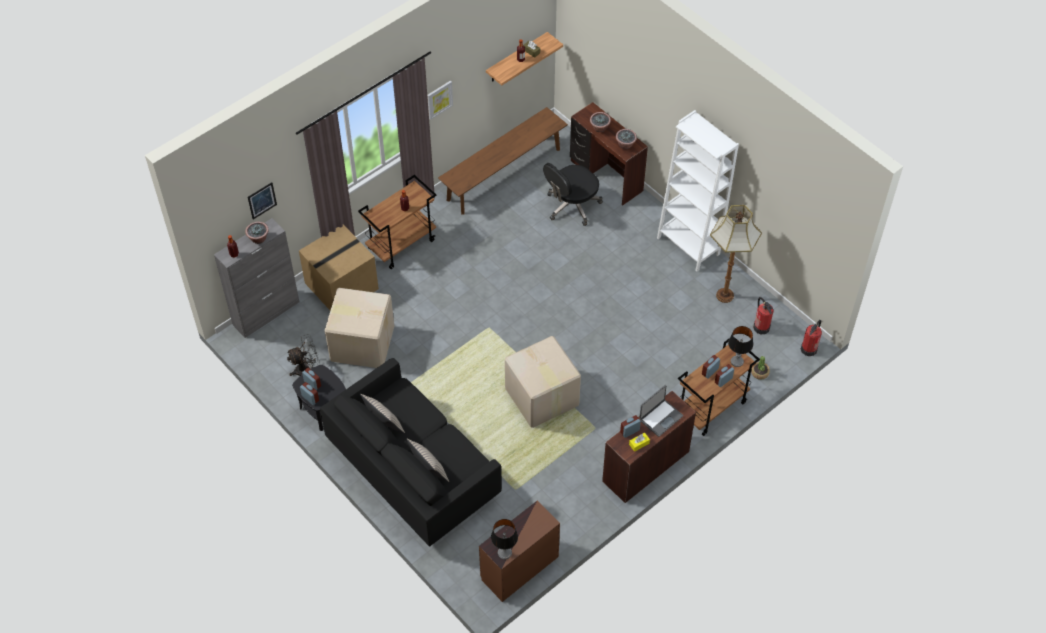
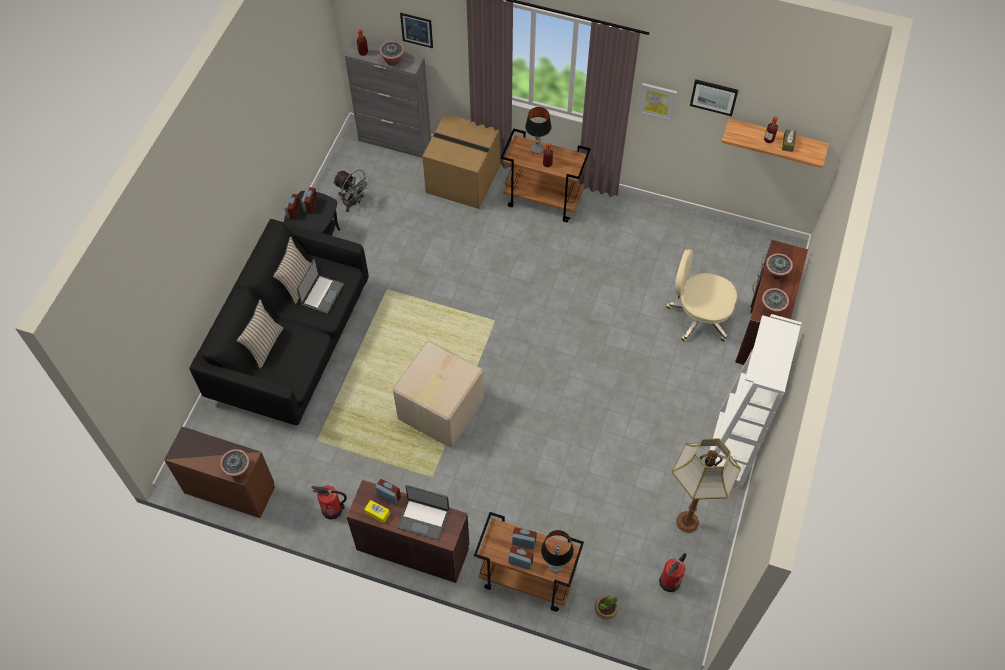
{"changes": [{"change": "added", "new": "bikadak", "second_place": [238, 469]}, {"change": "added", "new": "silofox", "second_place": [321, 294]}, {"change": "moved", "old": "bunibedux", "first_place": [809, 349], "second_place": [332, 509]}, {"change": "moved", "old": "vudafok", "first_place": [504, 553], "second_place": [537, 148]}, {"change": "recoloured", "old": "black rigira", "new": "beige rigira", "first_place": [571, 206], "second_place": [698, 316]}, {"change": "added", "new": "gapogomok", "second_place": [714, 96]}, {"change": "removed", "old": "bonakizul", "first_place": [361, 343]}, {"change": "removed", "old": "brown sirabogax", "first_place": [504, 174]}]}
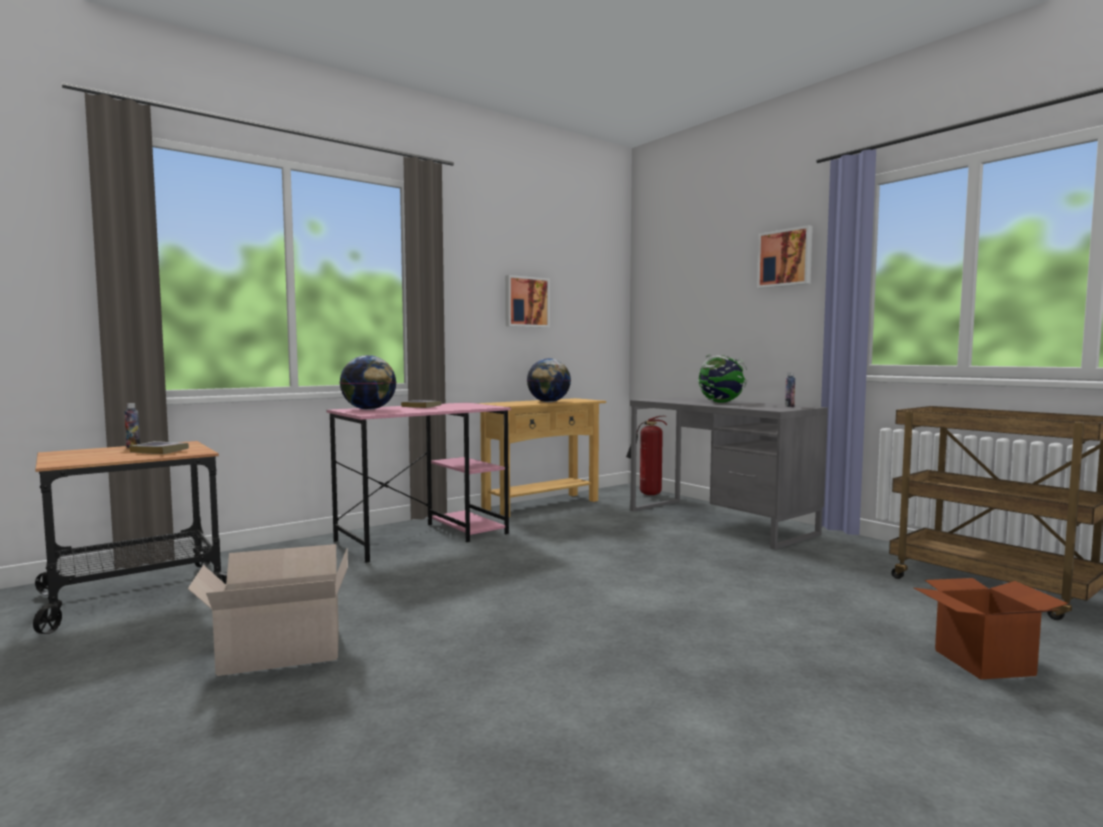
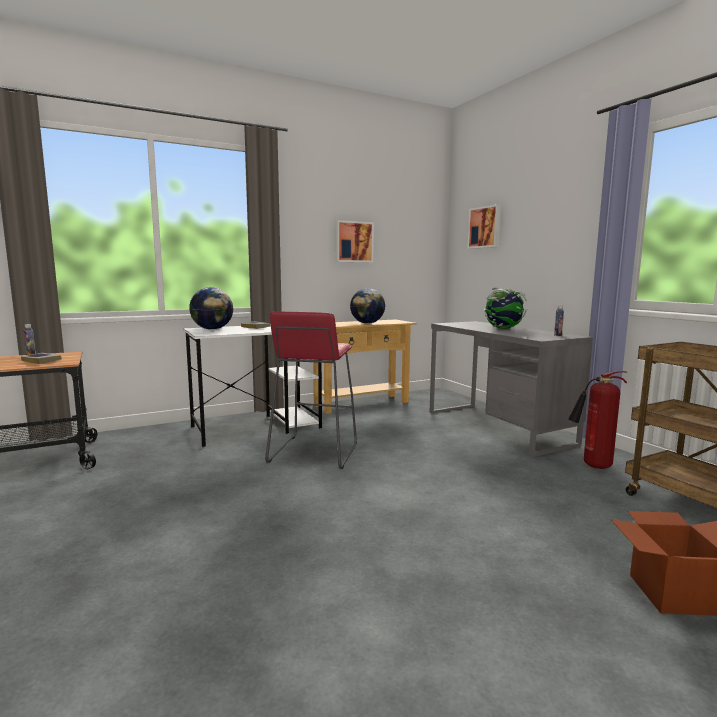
{"changes": [{"change": "recoloured", "old": "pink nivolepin", "new": "white nivolepin", "first_place": [424, 537], "second_place": [257, 427]}, {"change": "added", "new": "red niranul", "second_place": [313, 452]}, {"change": "moved", "old": "gapogomok", "first_place": [785, 258], "second_place": [485, 227]}, {"change": "moved", "old": "bunibedux", "first_place": [647, 494], "second_place": [593, 466]}, {"change": "removed", "old": "bonakizul", "first_place": [277, 651]}]}
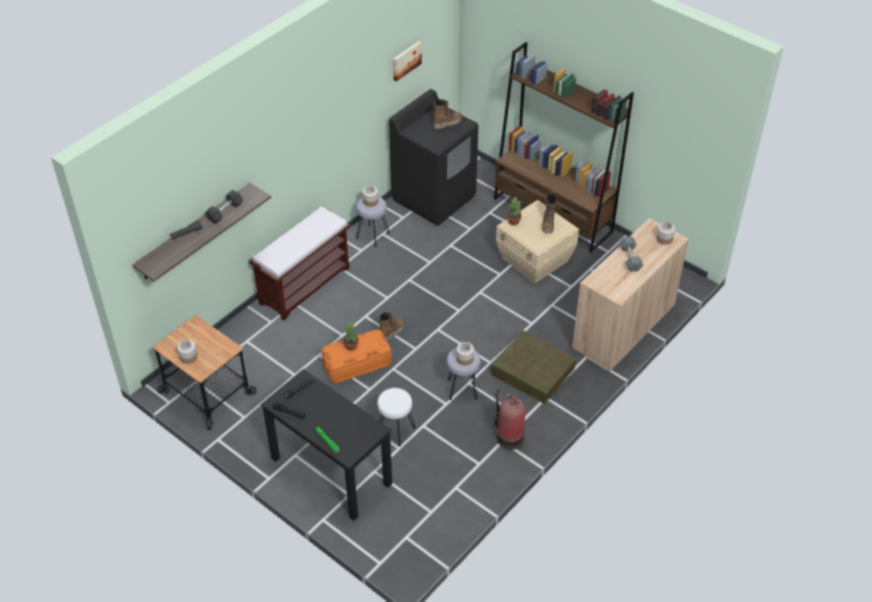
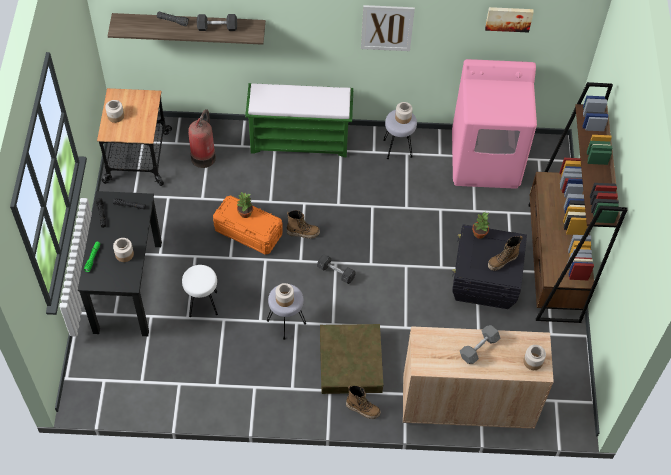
{"changes": [{"change": "added", "new": "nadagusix", "second_place": [124, 254]}, {"change": "moved", "old": "bunibedux", "first_place": [508, 437], "second_place": [204, 156]}, {"change": "recoloured", "old": "brown sirabogax", "new": "green sirabogax", "first_place": [305, 285], "second_place": [300, 141]}, {"change": "added", "new": "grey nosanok", "second_place": [336, 272]}, {"change": "moved", "old": "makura", "first_place": [447, 123], "second_place": [363, 409]}, {"change": "added", "new": "gapogomok", "second_place": [387, 27]}, {"change": "recoloured", "old": "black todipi", "new": "pink todipi", "first_place": [434, 197], "second_place": [485, 161]}, {"change": "recoloured", "old": "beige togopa", "new": "black togopa", "first_place": [535, 260], "second_place": [484, 283]}]}
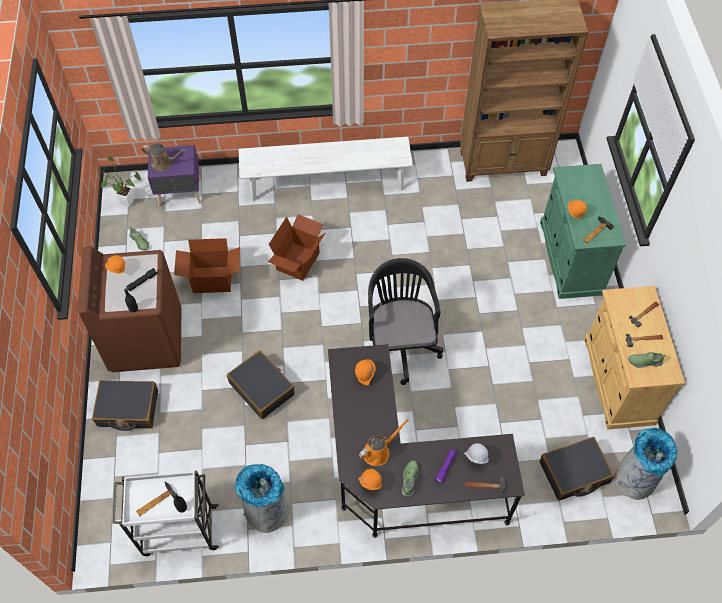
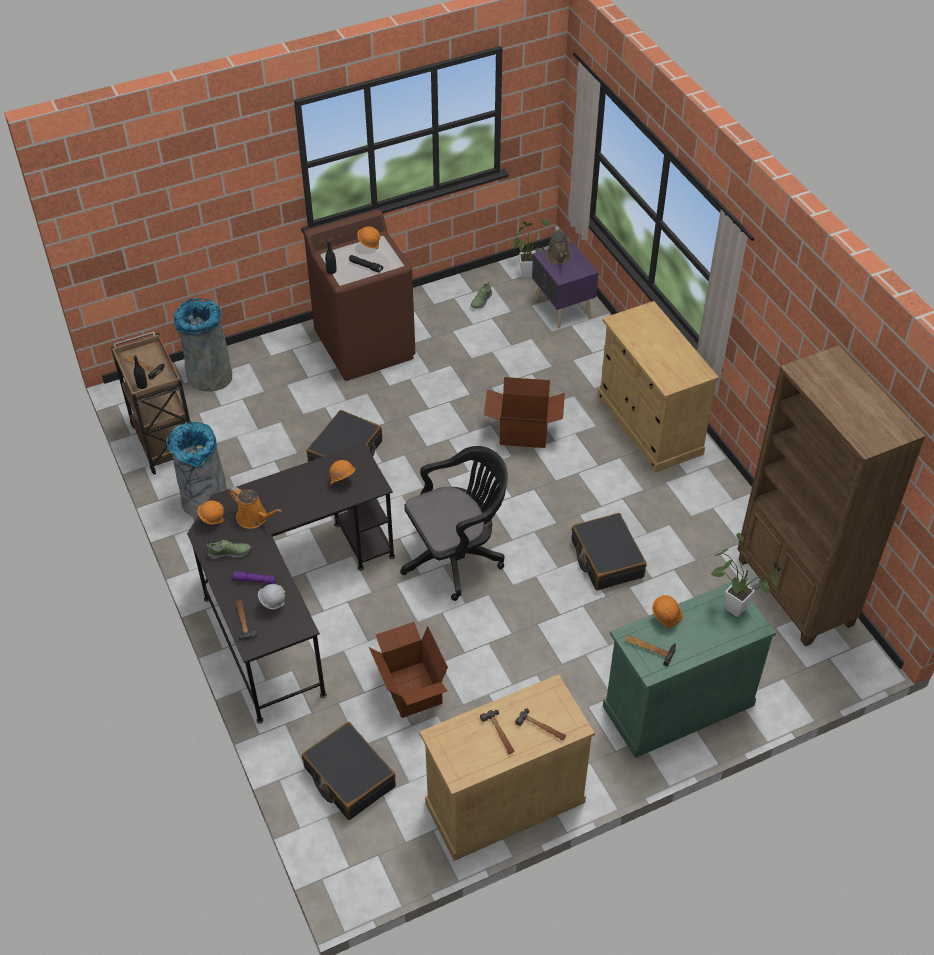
{"changes": [{"change": "recoloured", "old": "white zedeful", "new": "brown zedeful", "first_place": [178, 531], "second_place": [164, 441]}, {"change": "moved", "old": "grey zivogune", "first_place": [634, 479], "second_place": [209, 376]}, {"change": "moved", "old": "bonakizul", "first_place": [212, 280], "second_place": [411, 690]}, {"change": "moved", "old": "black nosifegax", "first_place": [128, 409], "second_place": [606, 559]}, {"change": "replaced", "old": "white sirabogax", "new": "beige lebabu", "first_place": [326, 184], "second_place": [649, 425]}, {"change": "added", "new": "bikadak", "second_place": [731, 606]}, {"change": "removed", "old": "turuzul", "first_place": [644, 361]}]}
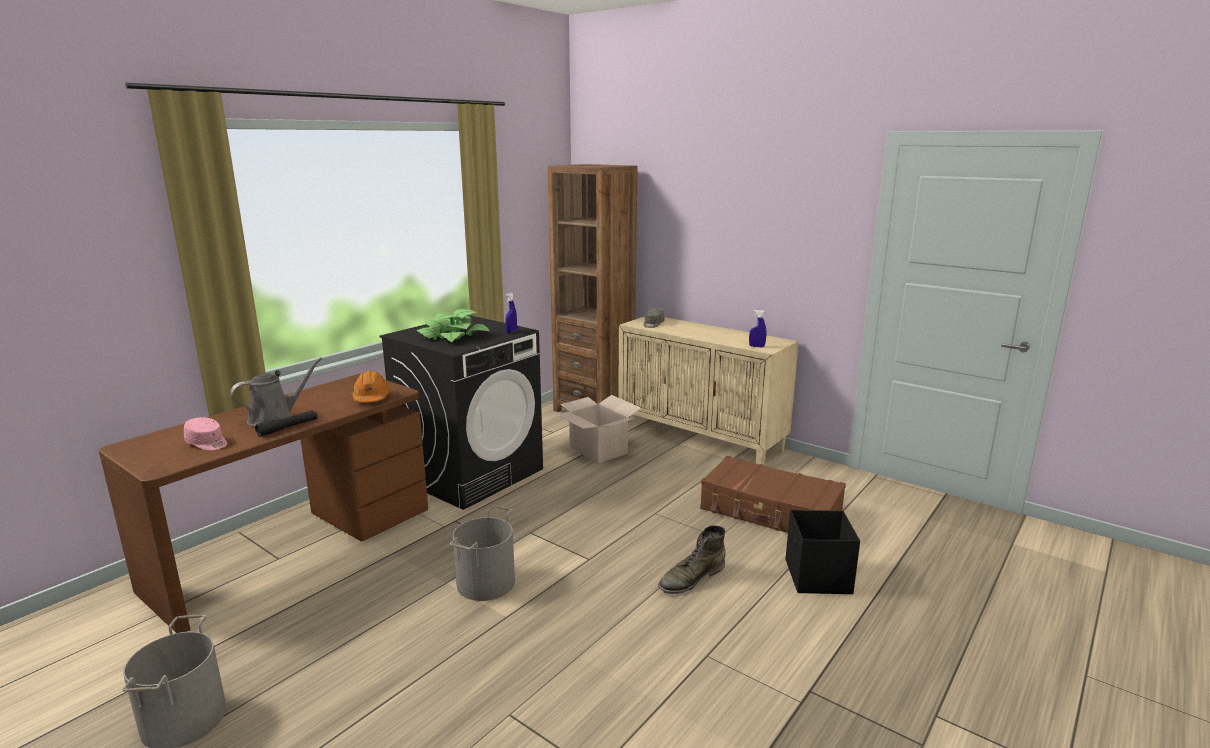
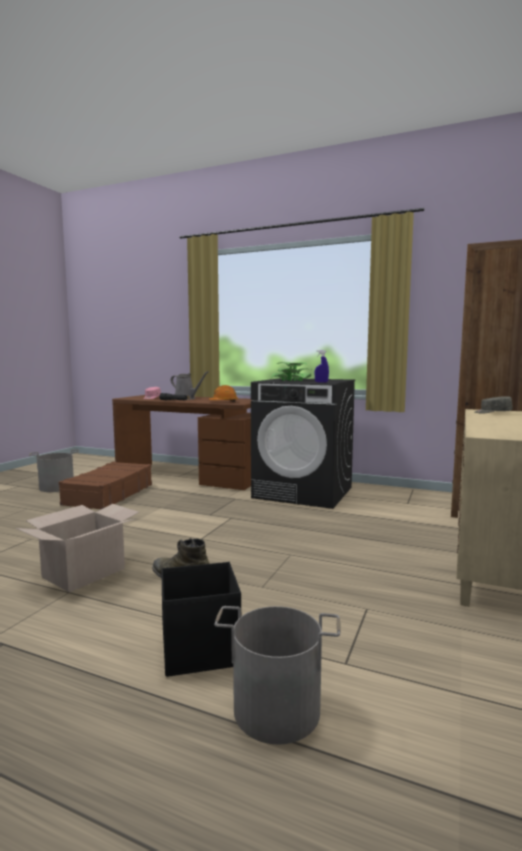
{"changes": [{"change": "moved", "old": "bonakizul", "first_place": [598, 450], "second_place": [84, 573]}, {"change": "moved", "old": "brown nosifegax", "first_place": [770, 512], "second_place": [108, 495]}, {"change": "moved", "old": "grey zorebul", "first_place": [486, 583], "second_place": [276, 710]}, {"change": "removed", "old": "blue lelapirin", "first_place": [756, 346]}]}
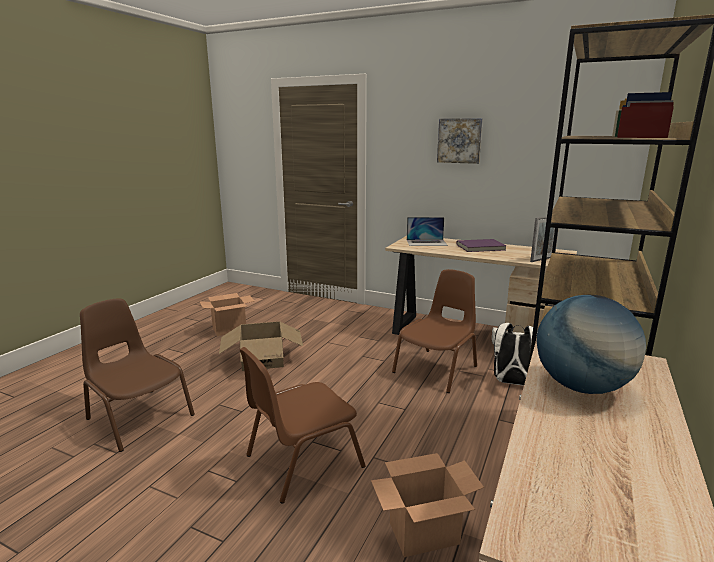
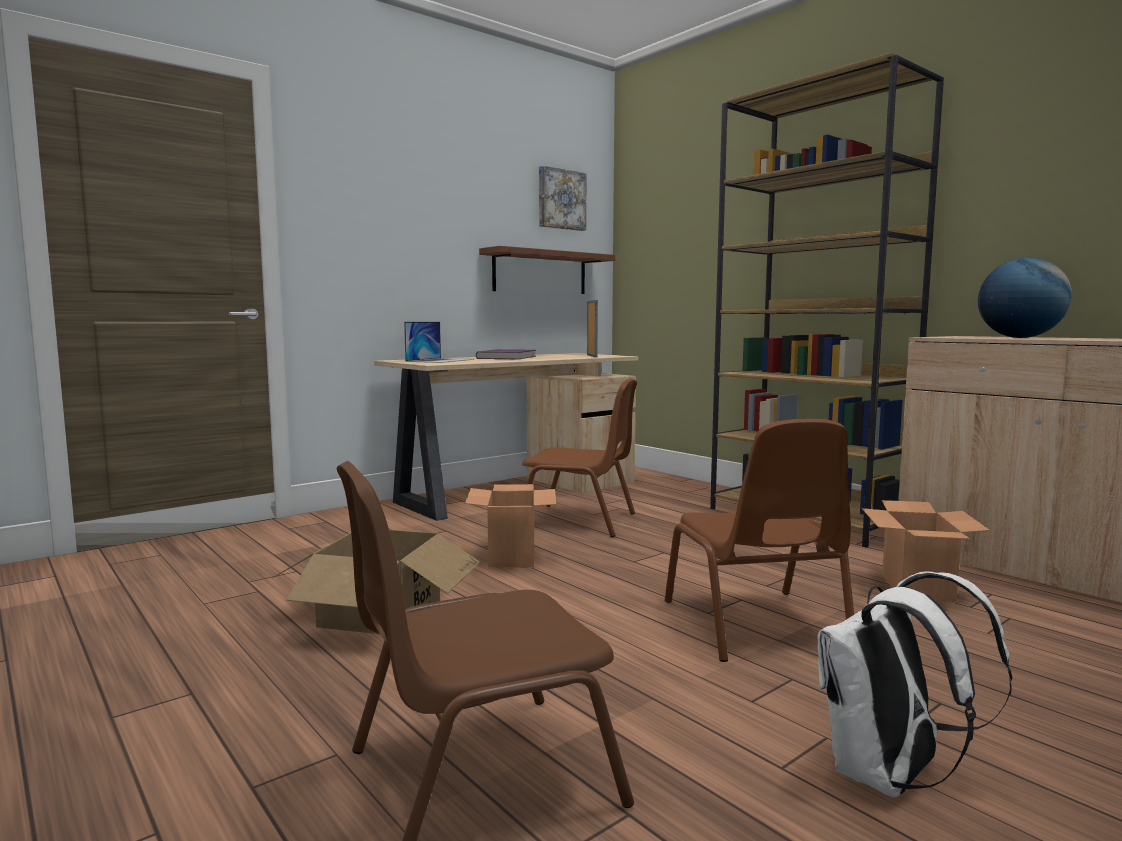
{"changes": [{"change": "moved", "old": "bonakizul", "first_place": [230, 329], "second_place": [511, 557]}, {"change": "added", "new": "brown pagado", "second_place": [540, 272]}, {"change": "turned", "old": "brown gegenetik", "first_place": [437, 369], "second_place": [579, 521], "degrees": 135}, {"change": "moved", "old": "gapogomok", "first_place": [459, 140], "second_place": [560, 199]}, {"change": "moved", "old": "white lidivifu", "first_place": [512, 383], "second_place": [889, 777]}]}
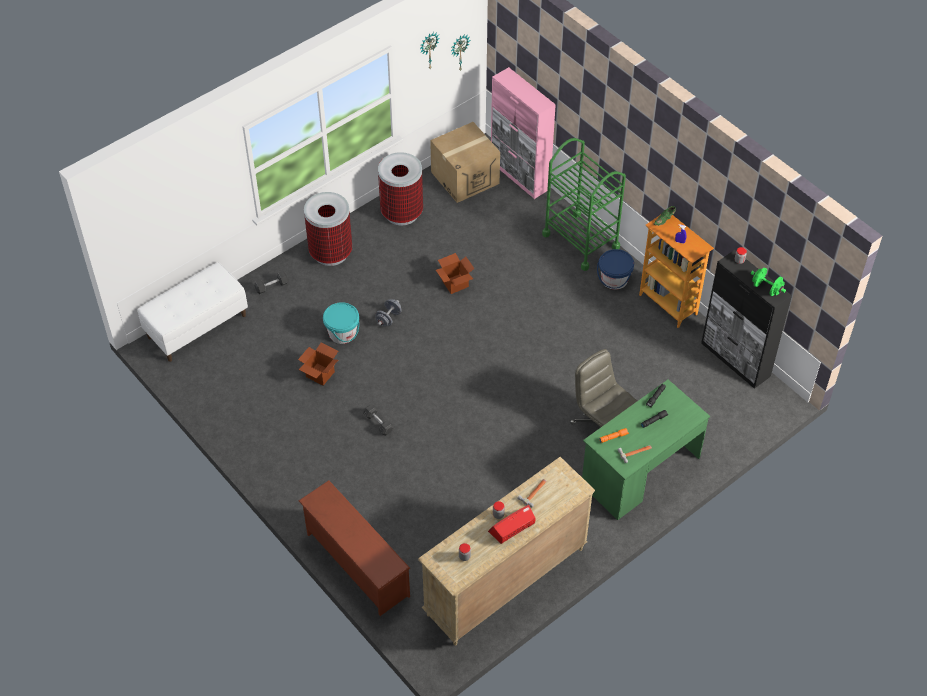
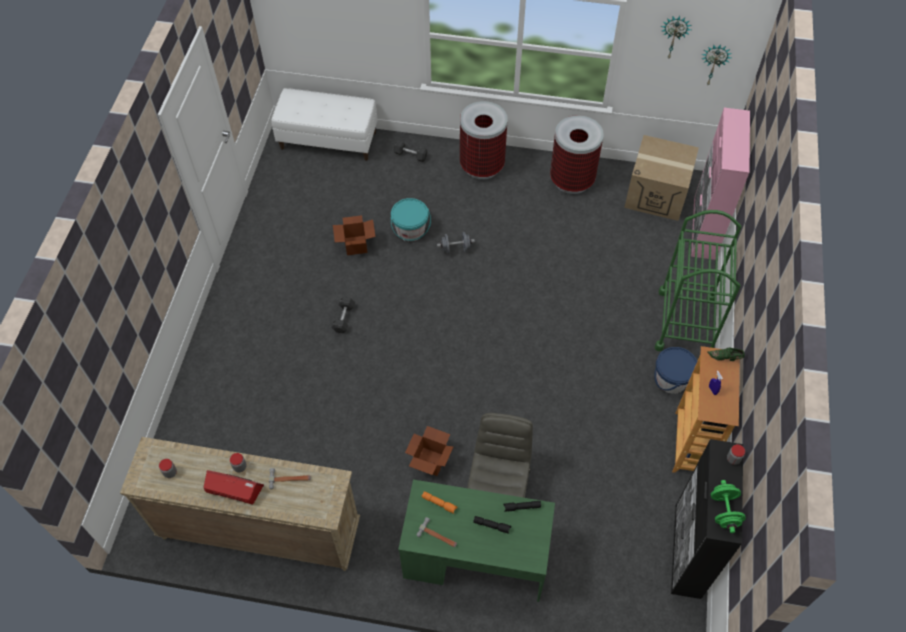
{"changes": [{"change": "moved", "old": "bonakizul", "first_place": [455, 283], "second_place": [430, 461]}, {"change": "removed", "old": "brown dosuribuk", "first_place": [356, 565]}]}
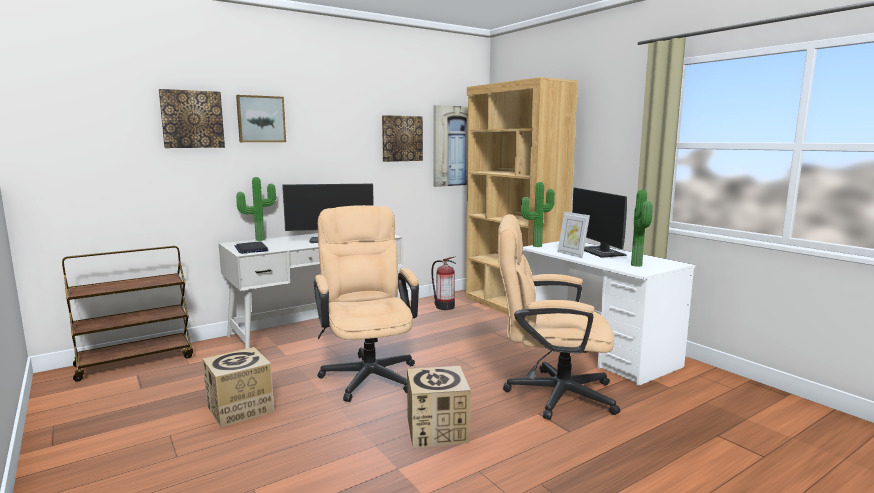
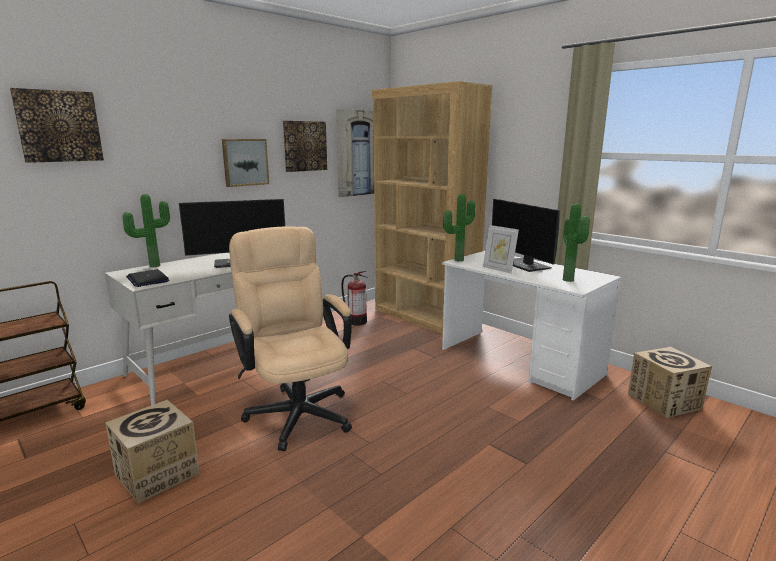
{"changes": [{"change": "moved", "old": "gapogomok", "first_place": [261, 119], "second_place": [245, 162]}, {"change": "moved", "old": "bonakizul", "first_place": [437, 430], "second_place": [664, 401]}, {"change": "removed", "old": "beige rigira", "first_place": [549, 393]}]}
